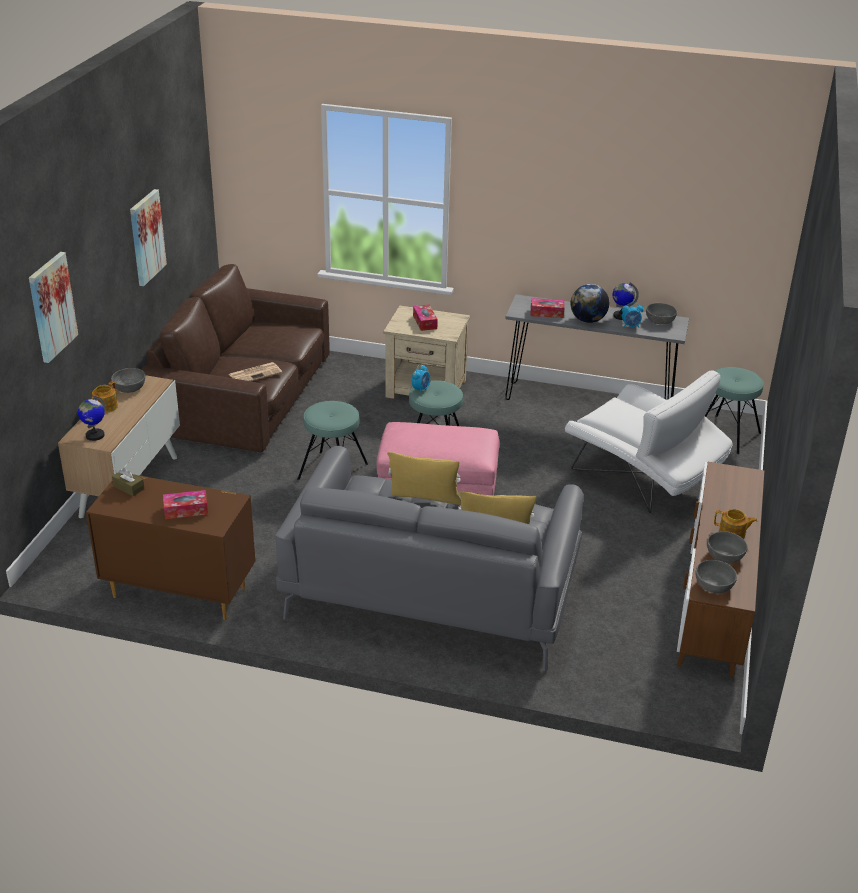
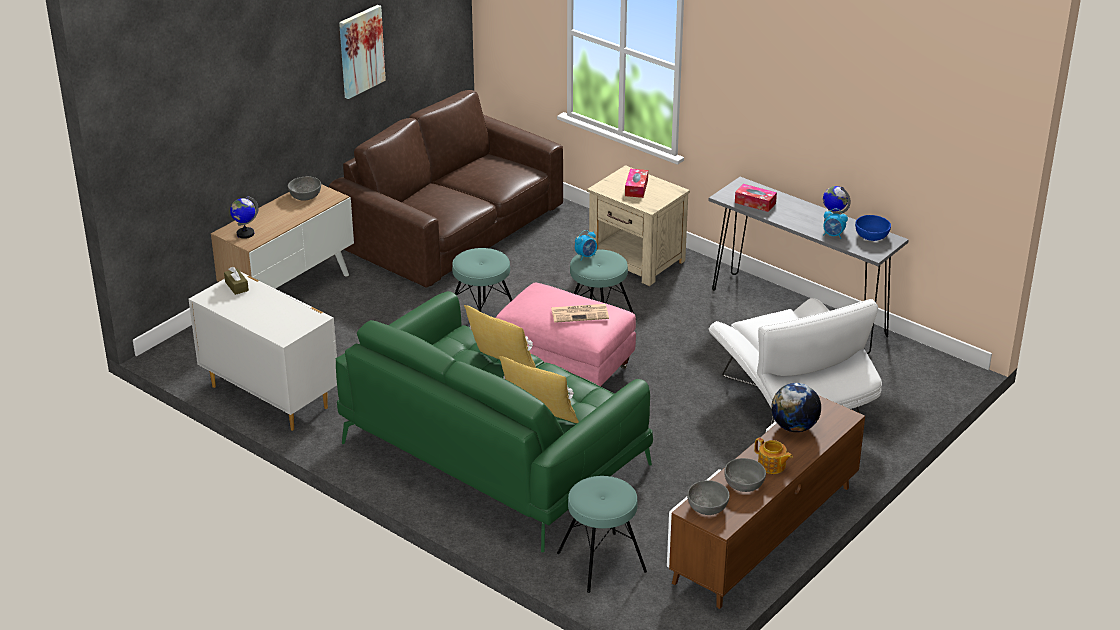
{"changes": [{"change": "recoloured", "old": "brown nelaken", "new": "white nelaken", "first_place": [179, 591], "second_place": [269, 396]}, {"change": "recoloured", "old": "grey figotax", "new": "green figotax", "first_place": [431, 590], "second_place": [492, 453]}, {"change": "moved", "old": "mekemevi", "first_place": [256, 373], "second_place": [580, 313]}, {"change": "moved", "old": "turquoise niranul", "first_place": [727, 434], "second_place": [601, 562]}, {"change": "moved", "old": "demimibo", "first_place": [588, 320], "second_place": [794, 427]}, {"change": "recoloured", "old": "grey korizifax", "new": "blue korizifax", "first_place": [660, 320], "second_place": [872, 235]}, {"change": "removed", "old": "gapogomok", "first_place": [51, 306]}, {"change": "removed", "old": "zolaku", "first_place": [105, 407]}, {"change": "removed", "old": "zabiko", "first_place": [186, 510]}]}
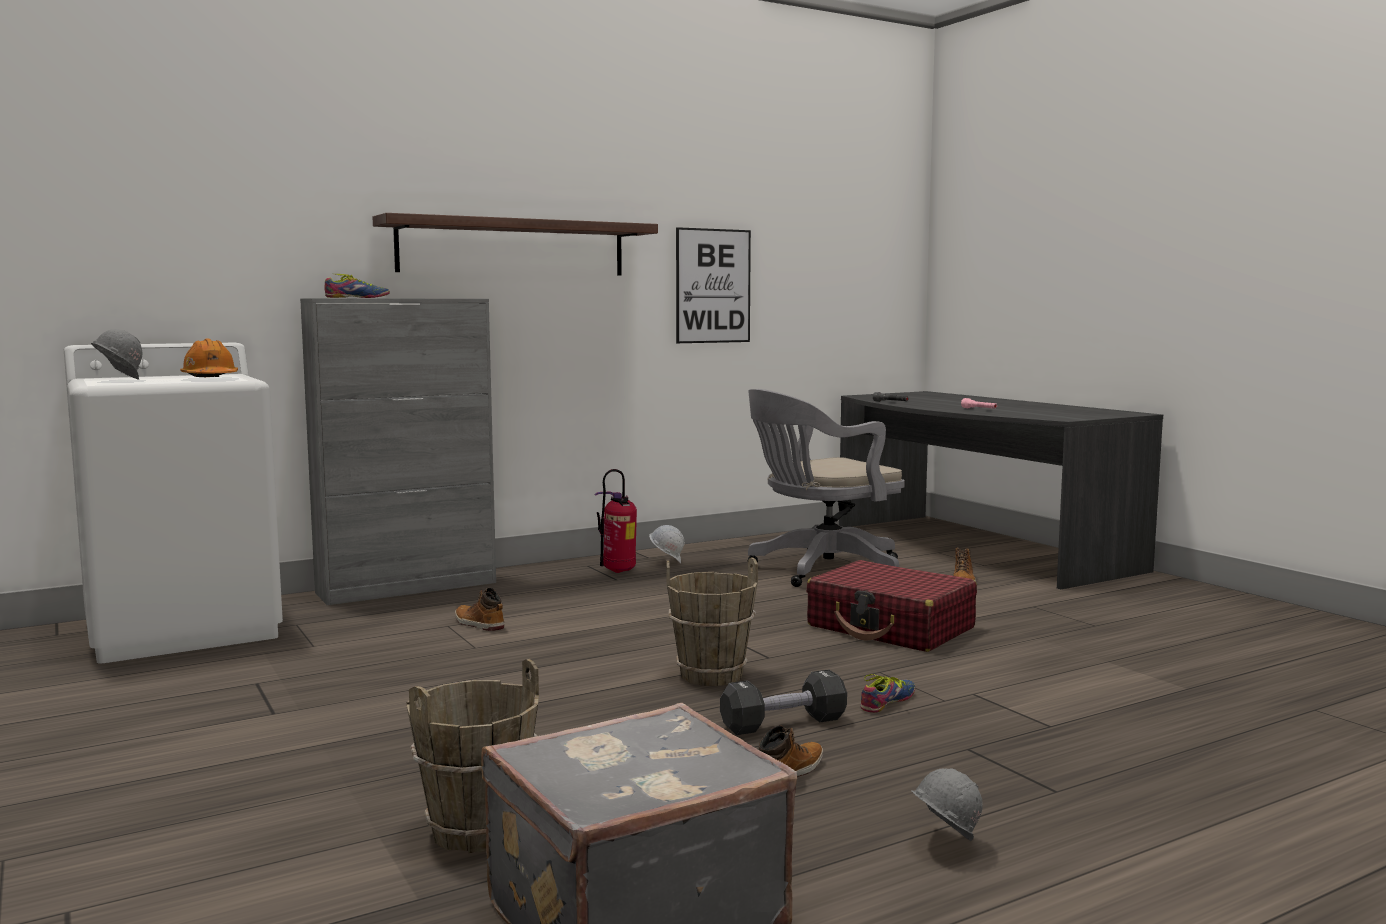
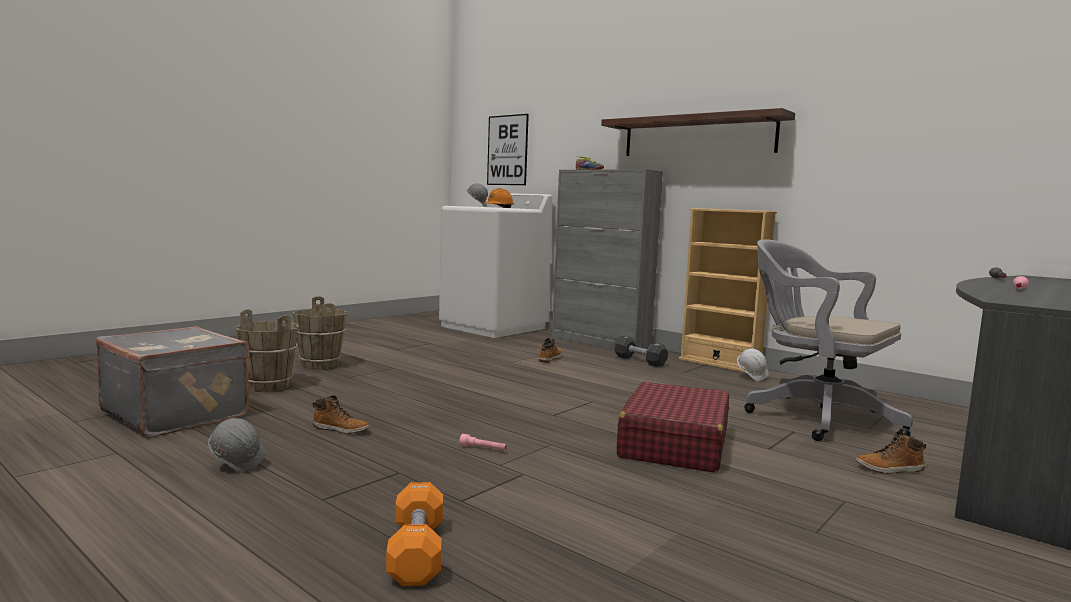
{"changes": [{"change": "moved", "old": "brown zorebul", "first_place": [711, 675], "second_place": [319, 365]}, {"change": "added", "new": "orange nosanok", "second_place": [416, 552]}, {"change": "replaced", "old": "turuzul", "new": "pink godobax", "first_place": [890, 702], "second_place": [483, 449]}, {"change": "moved", "old": "gapogomok", "first_place": [713, 286], "second_place": [507, 150]}, {"change": "moved", "old": "black nosanok", "first_place": [783, 724], "second_place": [640, 361]}, {"change": "added", "new": "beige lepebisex", "second_place": [719, 364]}, {"change": "removed", "old": "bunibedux", "first_place": [618, 571]}]}
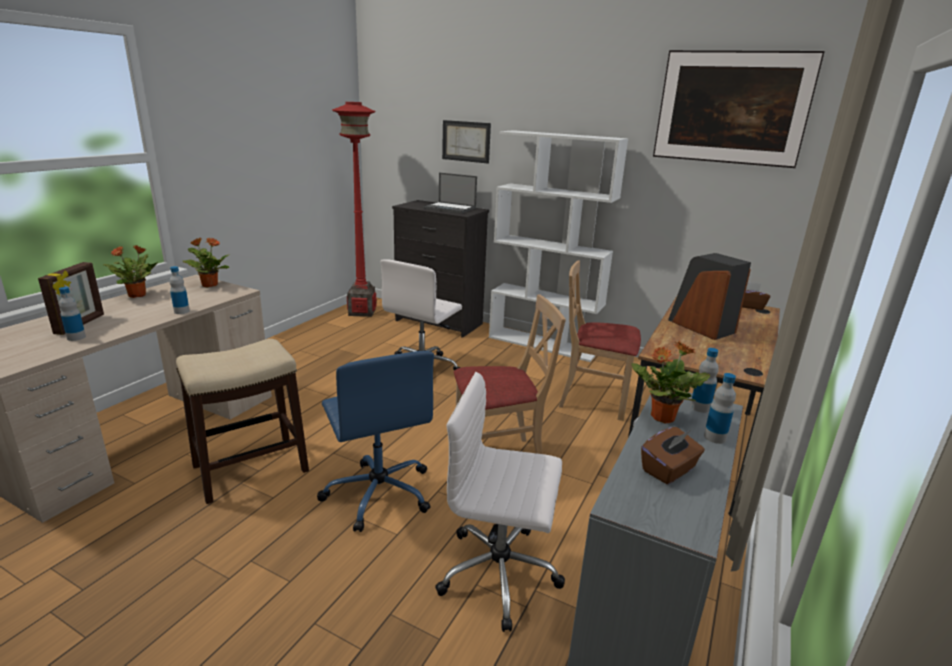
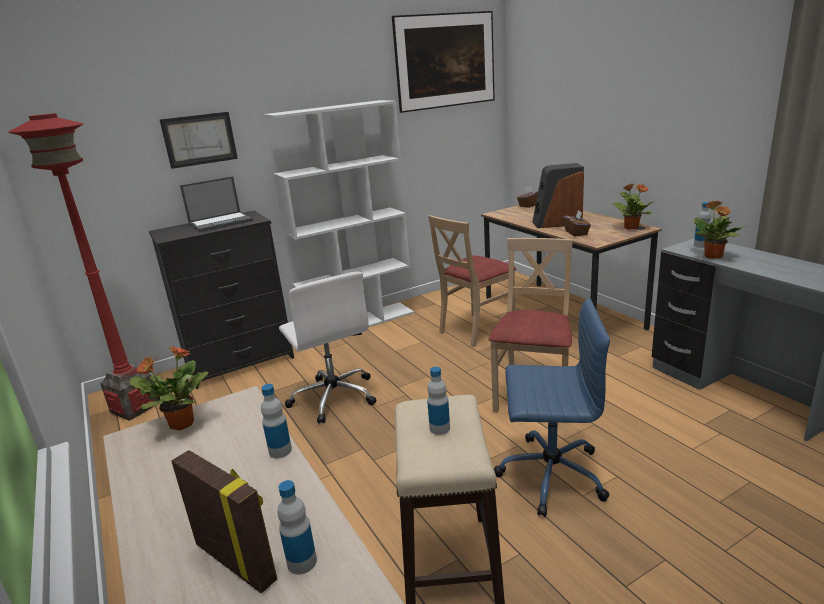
{"changes": [{"change": "moved", "old": "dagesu", "first_place": [715, 437], "second_place": [439, 428]}, {"change": "moved", "old": "brown zabiko", "first_place": [669, 470], "second_place": [576, 233]}, {"change": "moved", "old": "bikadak", "first_place": [138, 295], "second_place": [631, 227]}, {"change": "removed", "old": "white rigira", "first_place": [501, 573]}]}
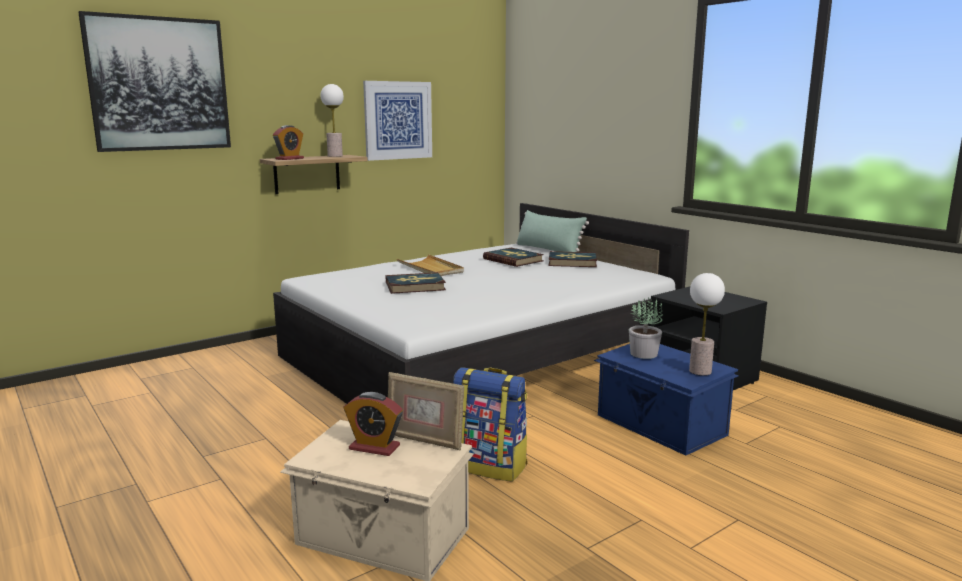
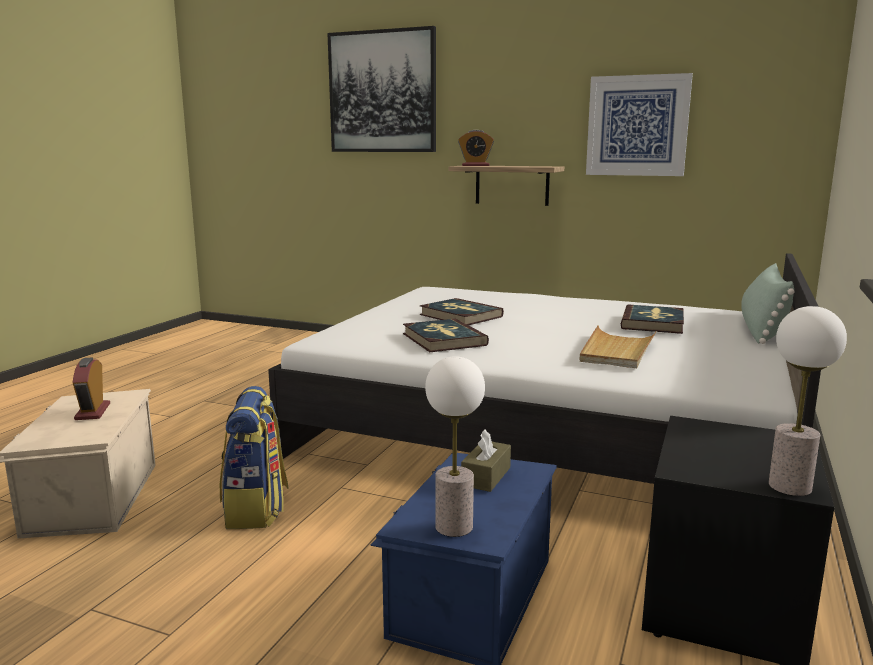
{"changes": [{"change": "moved", "old": "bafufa", "first_place": [572, 262], "second_place": [443, 339]}, {"change": "replaced", "old": "bikadak", "new": "brown zabiko", "first_place": [644, 354], "second_place": [486, 476]}, {"change": "moved", "old": "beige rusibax", "first_place": [430, 269], "second_place": [617, 351]}, {"change": "moved", "old": "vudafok", "first_place": [335, 156], "second_place": [789, 487]}, {"change": "removed", "old": "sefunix", "first_place": [424, 440]}]}
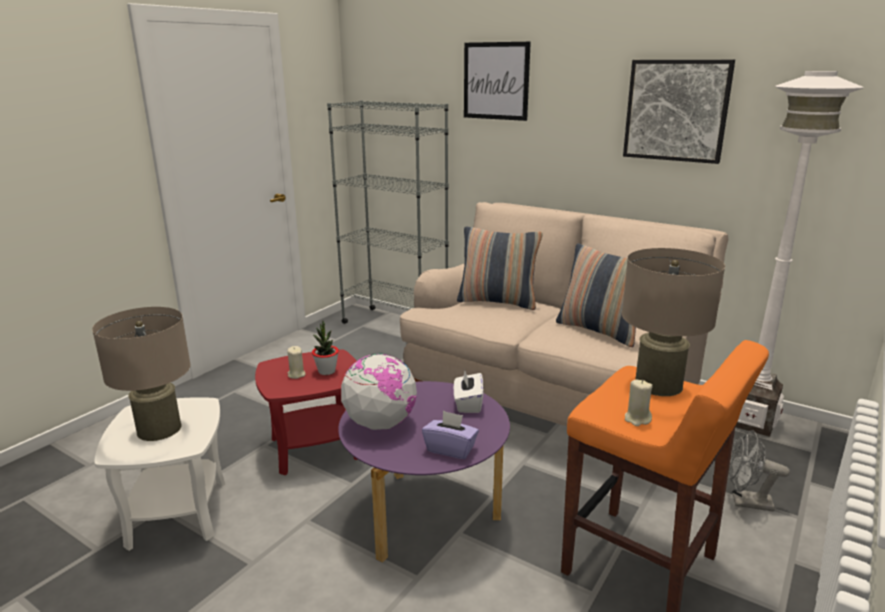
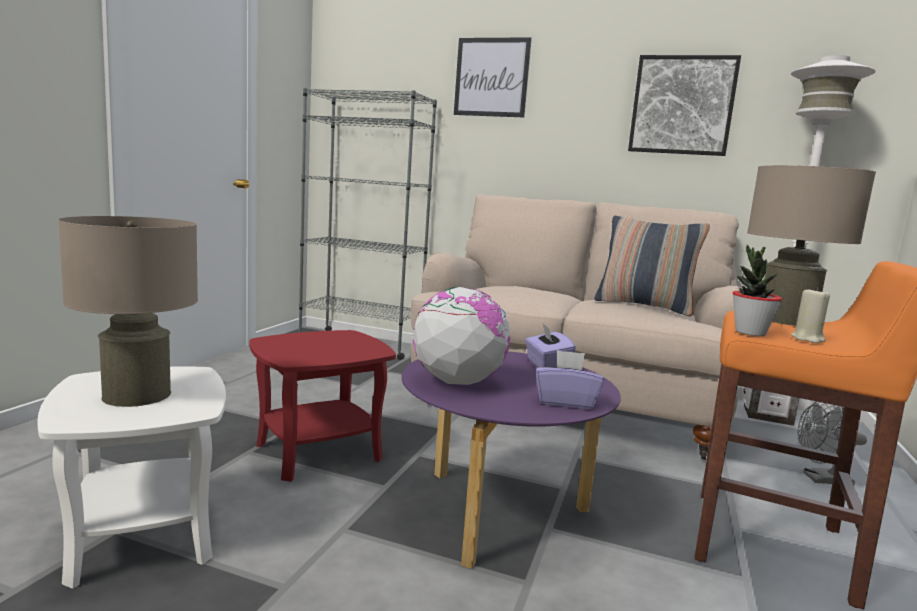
{"changes": [{"change": "recoloured", "old": "white zabiko", "new": "purple zabiko", "first_place": [468, 404], "second_place": [546, 366]}, {"change": "moved", "old": "bikadak", "first_place": [326, 371], "second_place": [750, 332]}, {"change": "removed", "old": "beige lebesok", "first_place": [296, 374]}, {"change": "removed", "old": "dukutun", "first_place": [497, 302]}]}
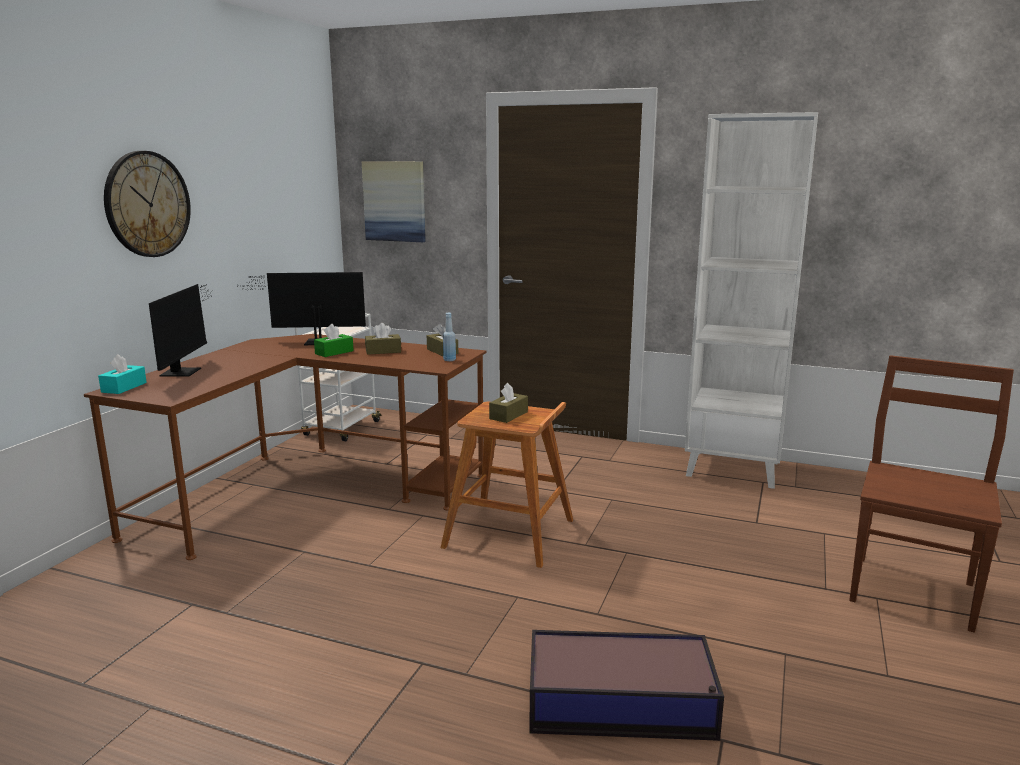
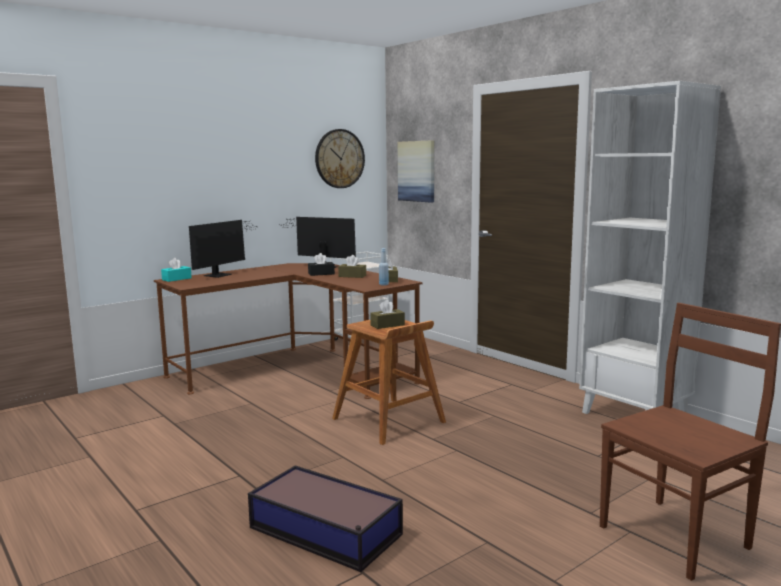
{"changes": [{"change": "recoloured", "old": "green zabiko", "new": "black zabiko", "first_place": [334, 352], "second_place": [321, 274]}, {"change": "moved", "old": "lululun", "first_place": [147, 204], "second_place": [339, 158]}]}
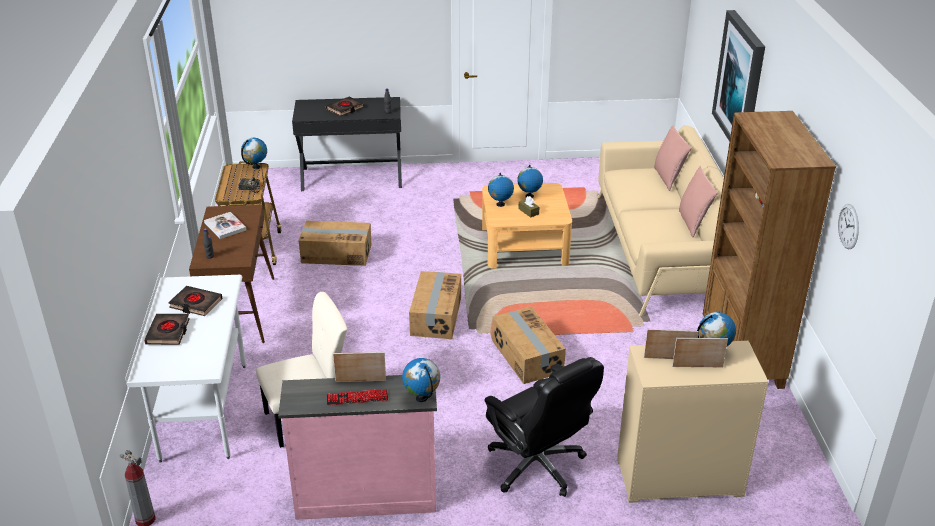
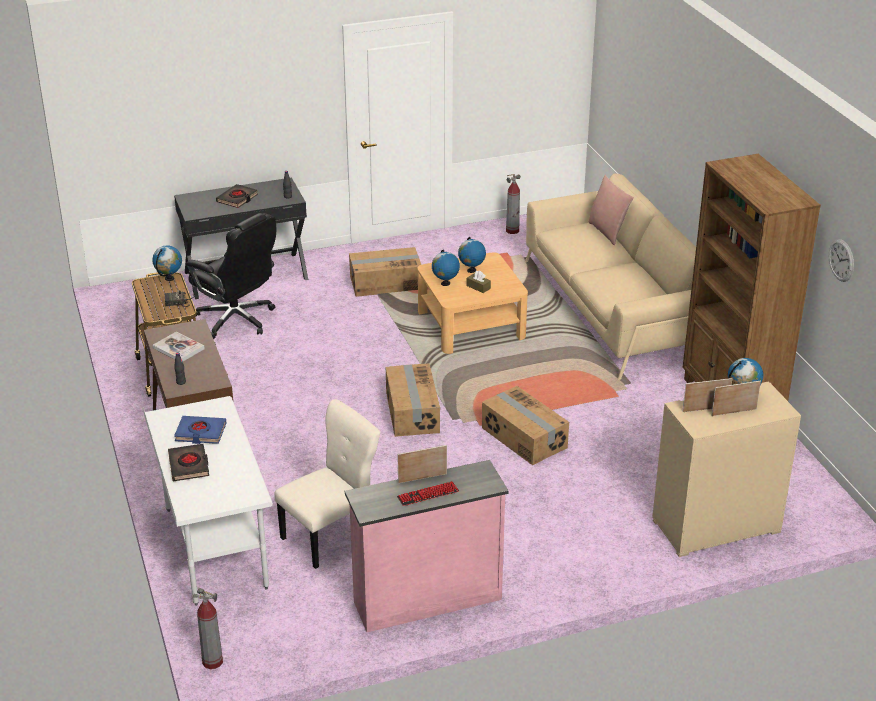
{"changes": [{"change": "recoloured", "old": "black bafufa", "new": "blue bafufa", "first_place": [196, 304], "second_place": [200, 433]}, {"change": "moved", "old": "black rigira", "first_place": [537, 466], "second_place": [237, 320]}, {"change": "moved", "old": "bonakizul", "first_place": [336, 253], "second_place": [385, 283]}, {"change": "added", "new": "bunibedux", "second_place": [512, 230]}, {"change": "removed", "old": "demimibo", "first_place": [422, 398]}, {"change": "removed", "old": "pink dukutun", "first_place": [693, 223]}, {"change": "removed", "old": "gapogomok", "first_place": [740, 82]}]}
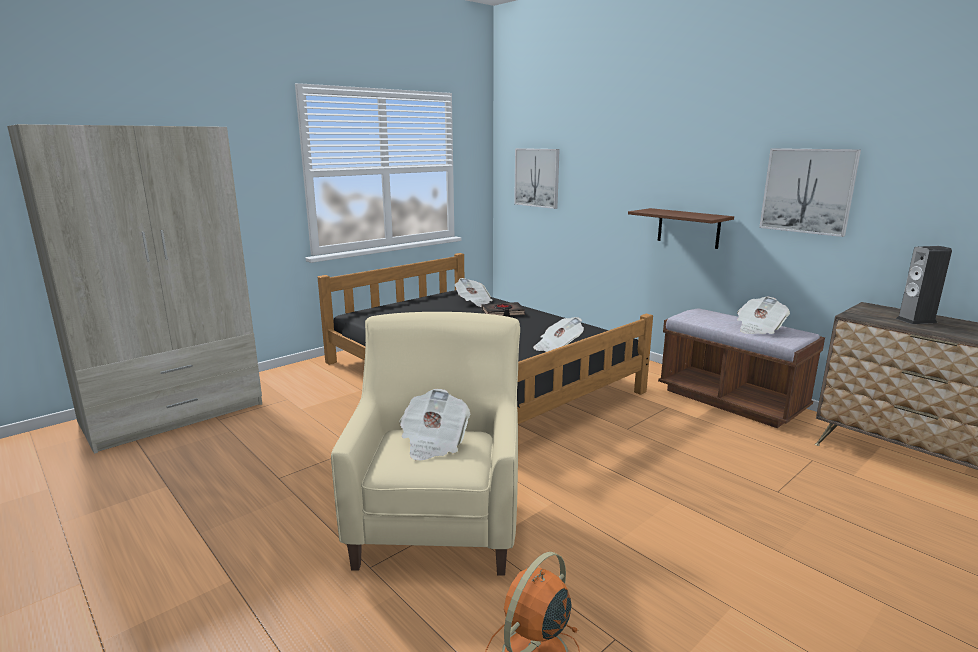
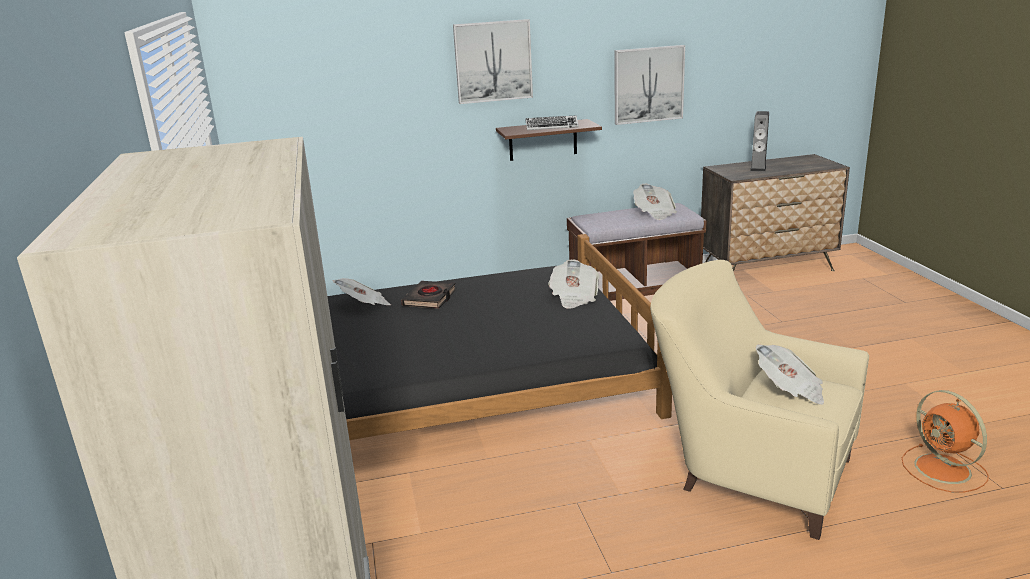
{"changes": [{"change": "moved", "old": "gapogomok", "first_place": [537, 177], "second_place": [493, 61]}, {"change": "added", "new": "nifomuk", "second_place": [551, 126]}]}
